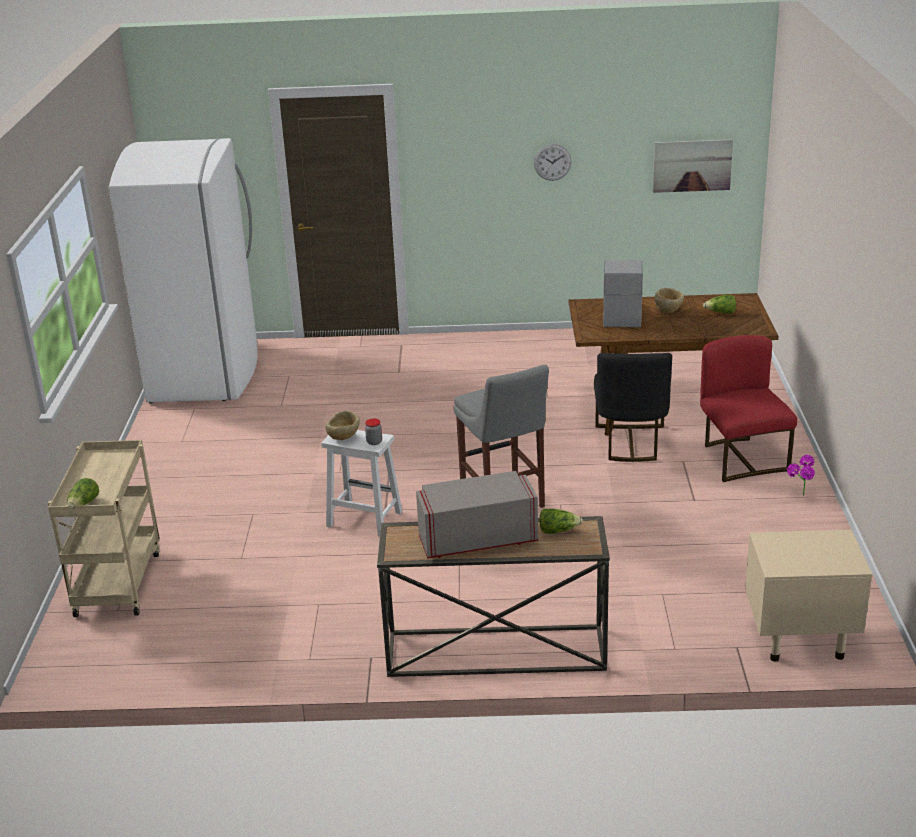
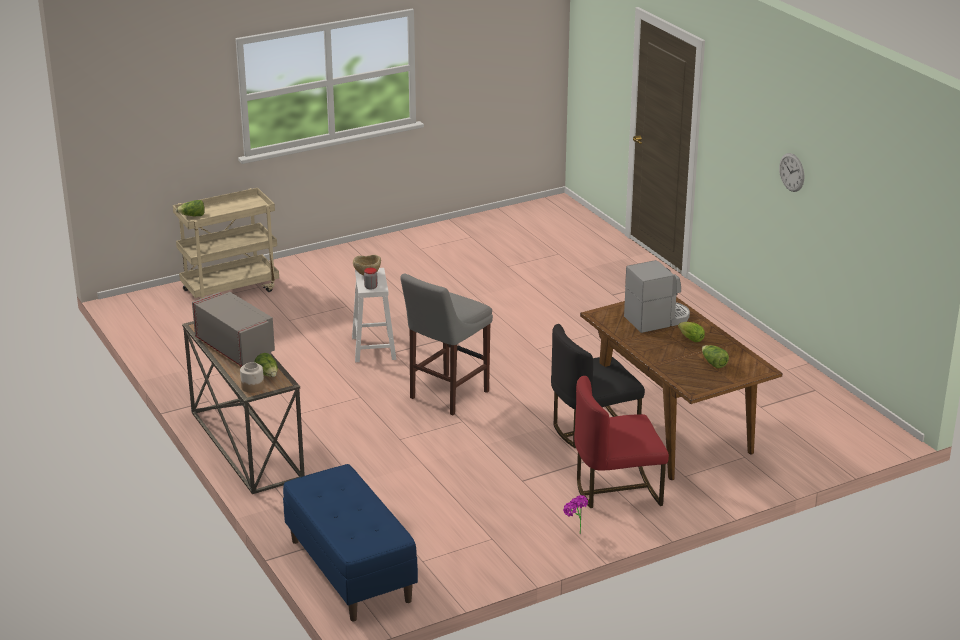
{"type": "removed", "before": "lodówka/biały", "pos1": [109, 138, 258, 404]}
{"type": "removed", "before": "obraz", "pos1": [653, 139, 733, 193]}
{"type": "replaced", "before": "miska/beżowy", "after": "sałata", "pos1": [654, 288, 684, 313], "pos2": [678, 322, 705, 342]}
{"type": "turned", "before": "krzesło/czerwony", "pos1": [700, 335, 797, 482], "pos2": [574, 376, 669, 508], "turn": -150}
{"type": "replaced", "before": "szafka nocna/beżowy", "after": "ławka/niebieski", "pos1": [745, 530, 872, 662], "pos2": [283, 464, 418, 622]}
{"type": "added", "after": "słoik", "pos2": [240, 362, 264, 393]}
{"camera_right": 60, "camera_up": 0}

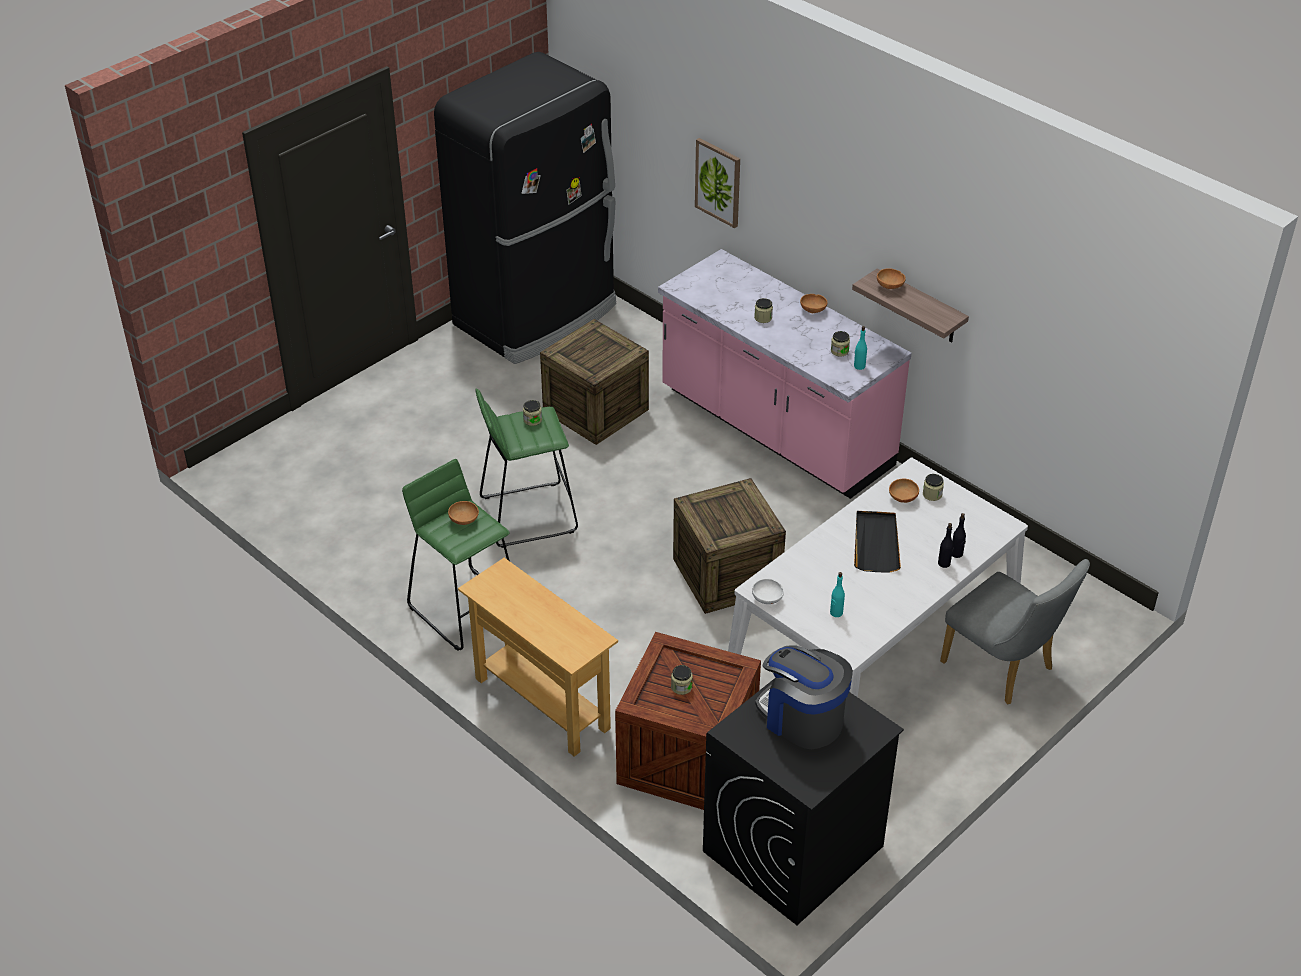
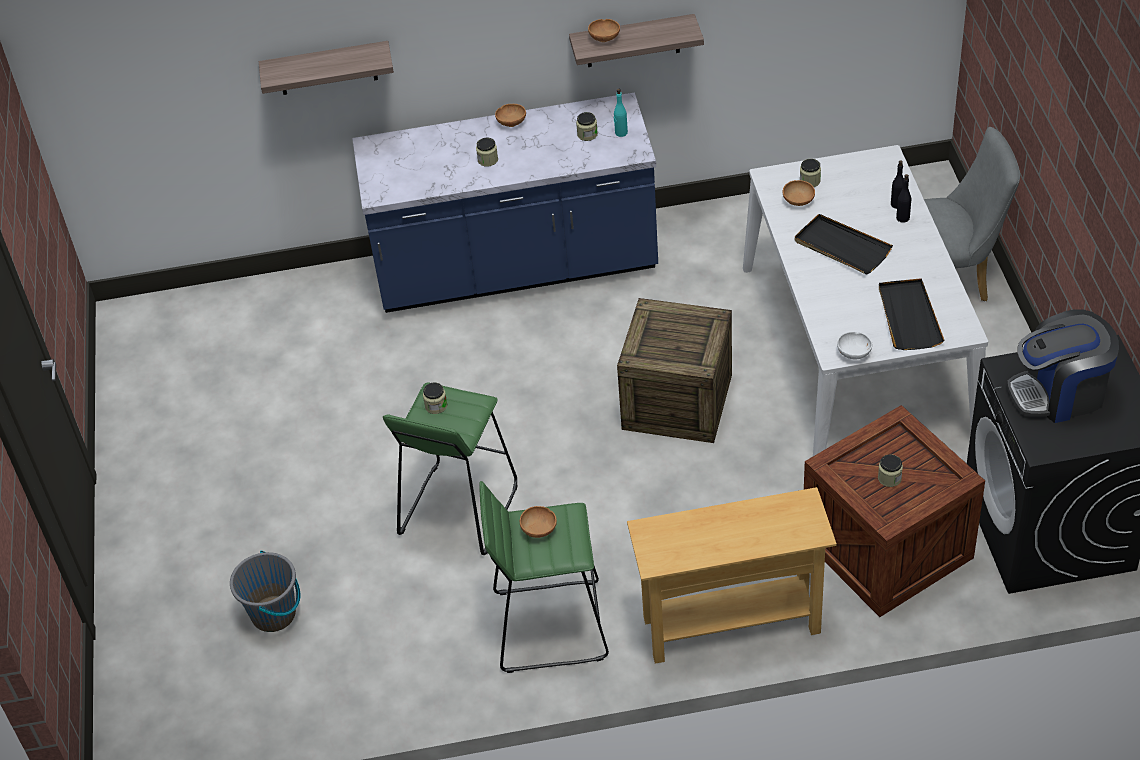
{"type": "removed", "before": "lodówka/czarny", "pos1": [434, 52, 616, 364]}
{"type": "removed", "before": "skrzynka", "pos1": [540, 319, 649, 445]}
{"type": "recoloured", "before": "zabudowa kuchenna/różowy", "after": "zabudowa kuchenna/niebieski", "pos1": [658, 249, 912, 499], "pos2": [352, 93, 658, 313]}
{"type": "replaced", "before": "obraz", "after": "półka", "pos1": [695, 138, 740, 228], "pos2": [259, 41, 394, 95]}
{"type": "replaced", "before": "butelka/turkusowy", "after": "taca/czarny", "pos1": [830, 572, 845, 617], "pos2": [879, 278, 944, 350]}
{"type": "added", "after": "wiadro/szary", "pos2": [230, 550, 300, 632]}
{"camera_right": -50, "camera_up": 5}

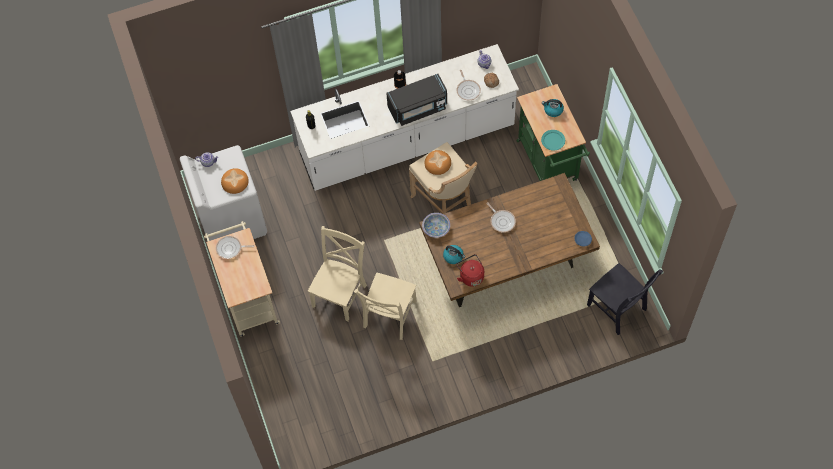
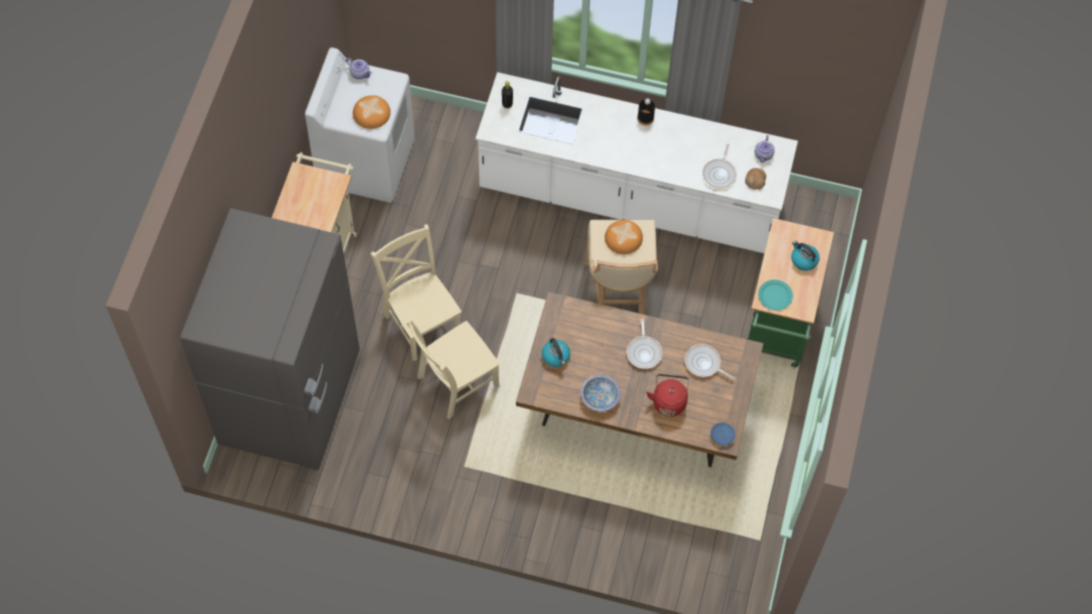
{"type": "moved", "before": "patelnia", "pos1": [216, 236, 255, 259], "pos2": [685, 344, 735, 380]}
{"type": "turned", "before": "krzesło/beżowy", "pos1": [308, 226, 367, 321], "pos2": [371, 224, 462, 361], "turn": -90}
{"type": "removed", "before": "mikrofalówka/czarny", "pos1": [386, 74, 447, 126]}
{"type": "moved", "before": "miska", "pos1": [422, 213, 450, 238], "pos2": [581, 375, 621, 411]}
{"type": "moved", "before": "czajnik/czerwony", "pos1": [456, 254, 484, 287], "pos2": [646, 374, 689, 417]}
{"type": "removed", "before": "krzesło/czarny", "pos1": [587, 263, 663, 335]}
{"type": "added", "after": "lodówka/szary", "pos2": [180, 208, 360, 470]}
{"camera_right": 30, "camera_up": 0}

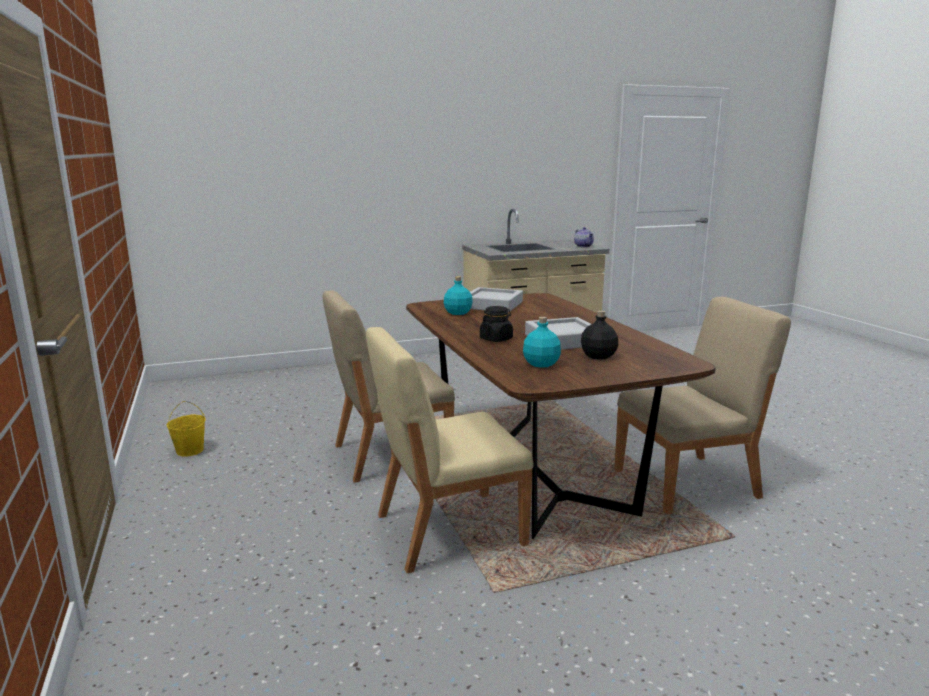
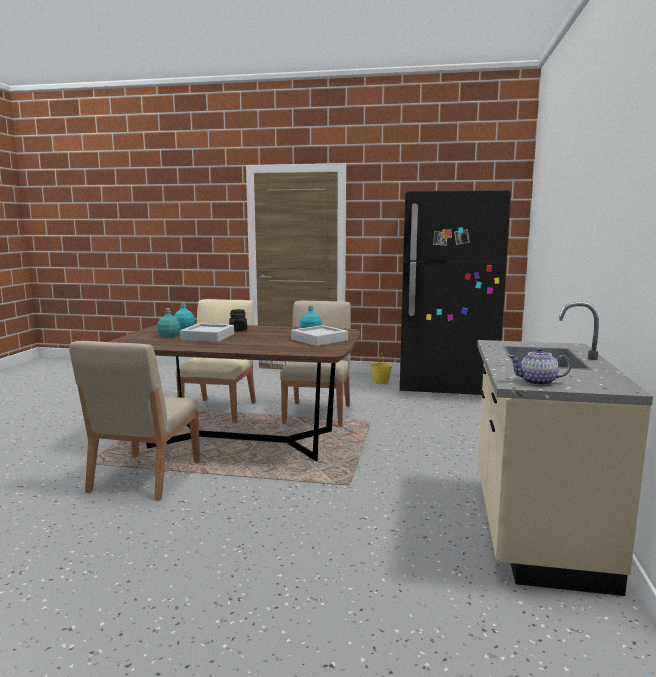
{"type": "recoloured", "before": "butelka/czarny", "after": "butelka/turkusowy", "pos1": [581, 311, 618, 360], "pos2": [157, 308, 181, 338]}
{"type": "added", "after": "lodówka/czarny", "pos2": [400, 190, 511, 395]}
{"camera_right": 120, "camera_up": -5}

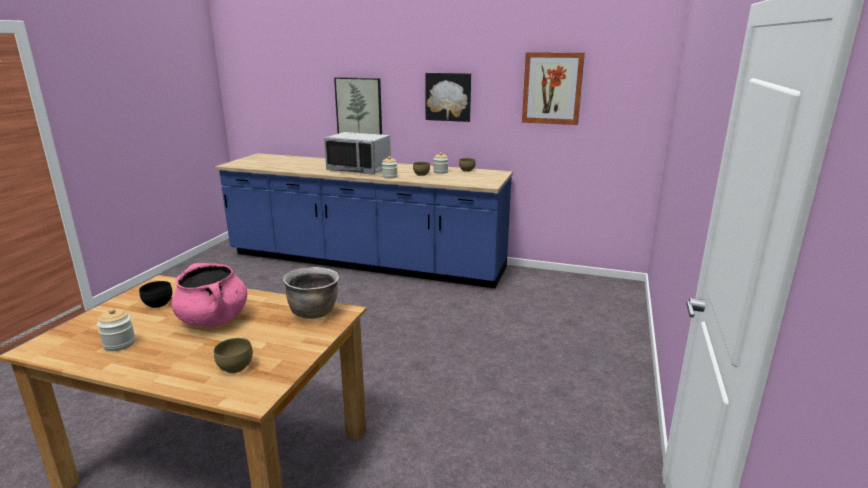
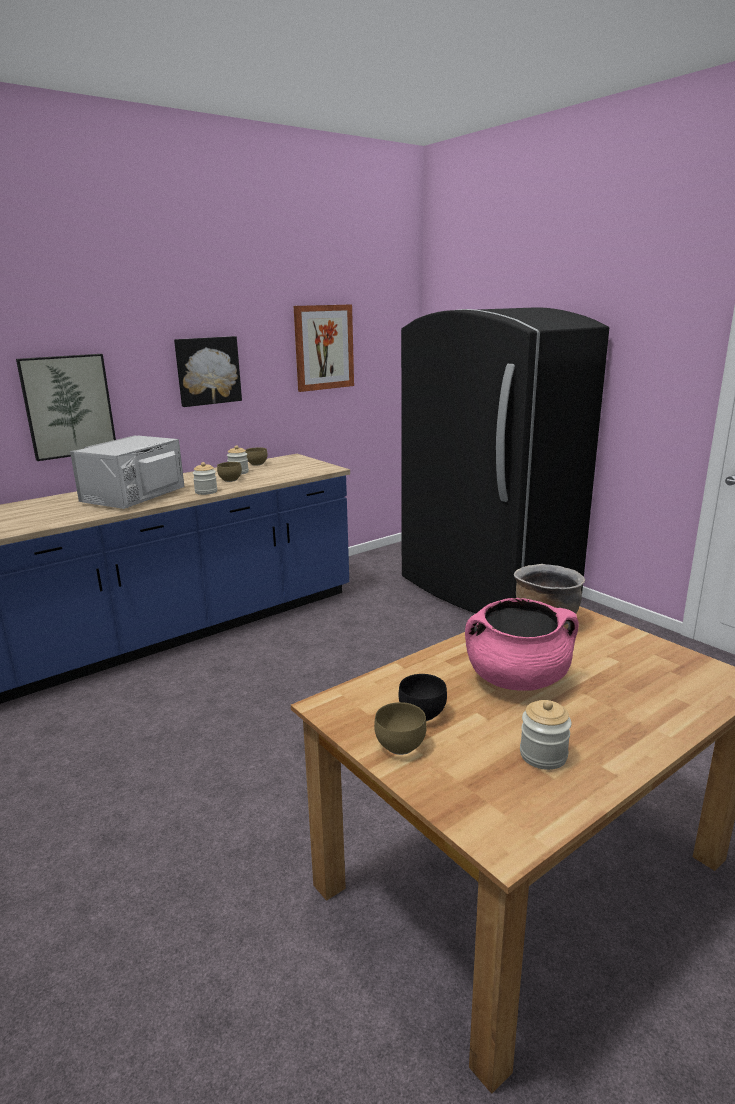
{"type": "moved", "before": "miska/brązowy", "pos1": [214, 338, 253, 373], "pos2": [374, 702, 427, 755]}
{"type": "turned", "before": "mikrofalówka/szary", "pos1": [324, 132, 391, 175], "pos2": [70, 435, 184, 509], "turn": 150}
{"type": "added", "after": "lodówka/czarny", "pos2": [401, 307, 609, 613]}
{"camera_right": -55, "camera_up": 0}

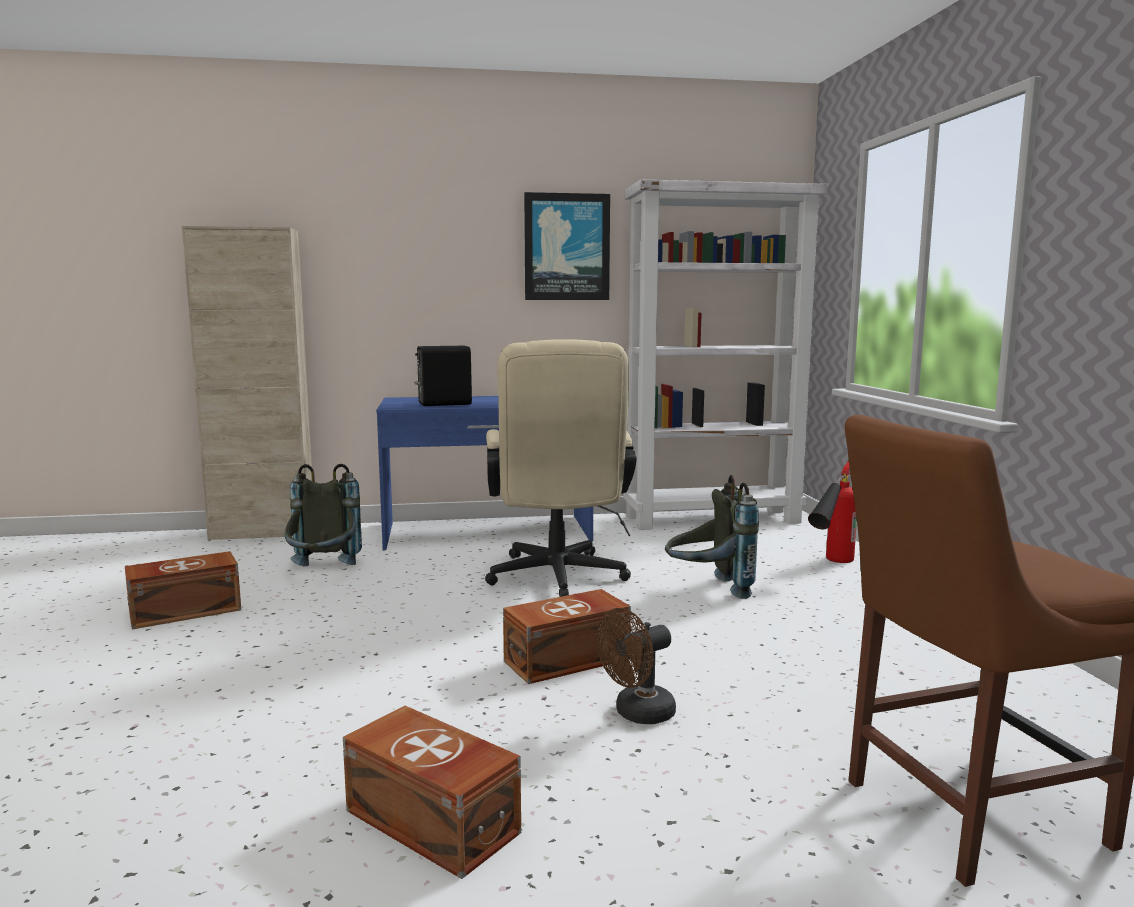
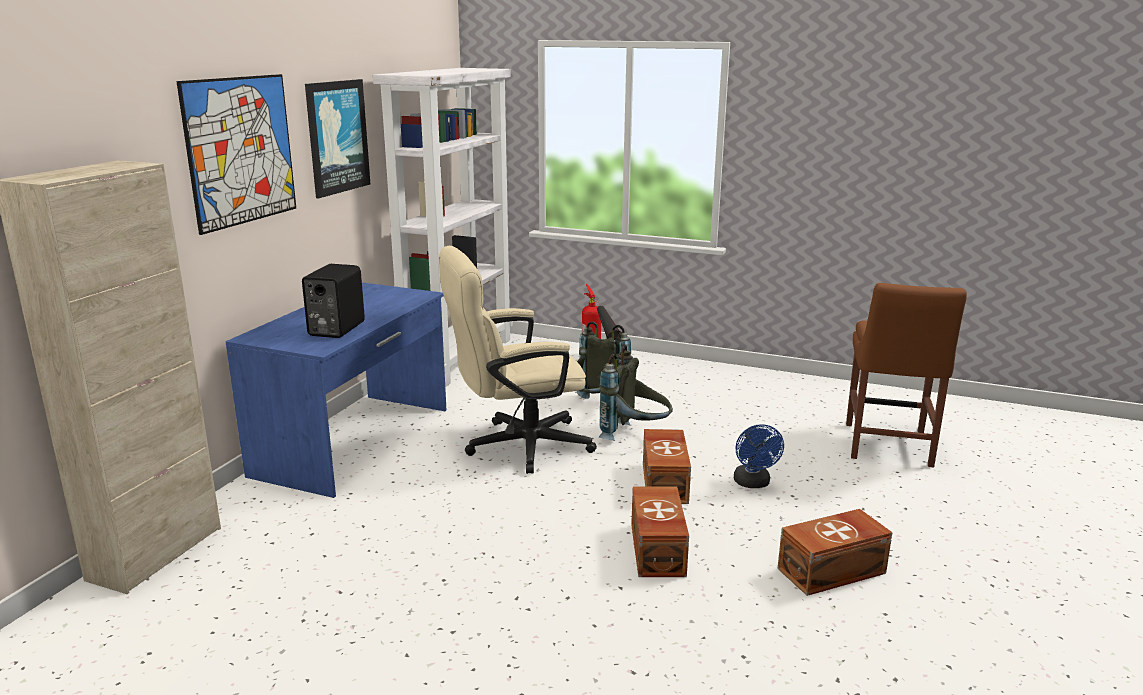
{"type": "moved", "before": "pojemnik do przechowywania/brązowy", "pos1": [125, 551, 241, 629], "pos2": [631, 486, 689, 577]}
{"type": "moved", "before": "plecak/szary", "pos1": [285, 464, 362, 566], "pos2": [598, 345, 673, 441]}
{"type": "turned", "before": "krzesło biurowe/beżowy", "pos1": [485, 339, 636, 597], "pos2": [439, 246, 597, 474], "turn": 135}
{"type": "recoloured", "before": "wentylator/brązowy", "after": "wentylator/niebieski", "pos1": [597, 608, 676, 724], "pos2": [734, 424, 784, 488]}
{"type": "added", "after": "obraz", "pos2": [176, 74, 296, 235]}
{"camera_right": -60, "camera_up": 10}

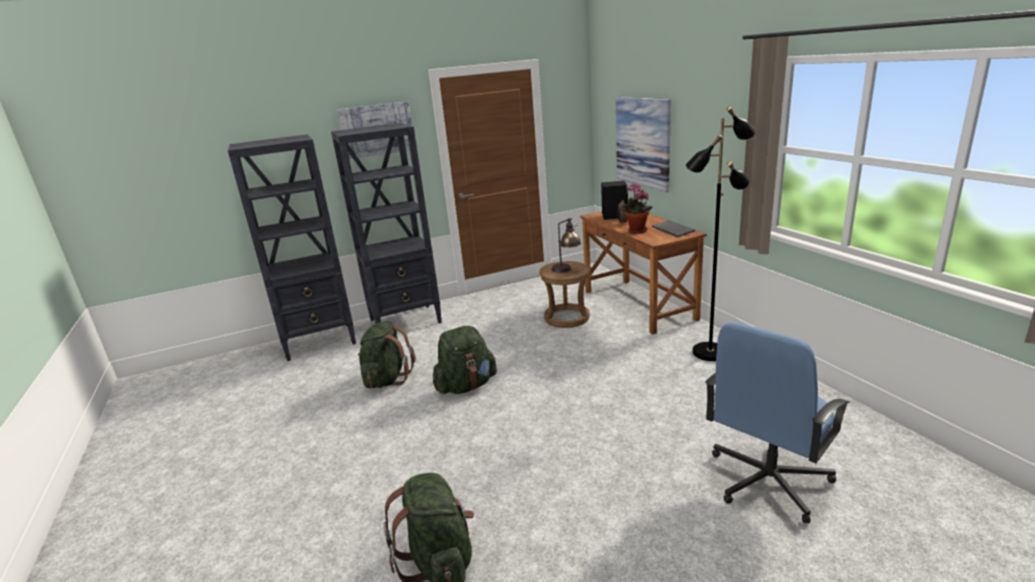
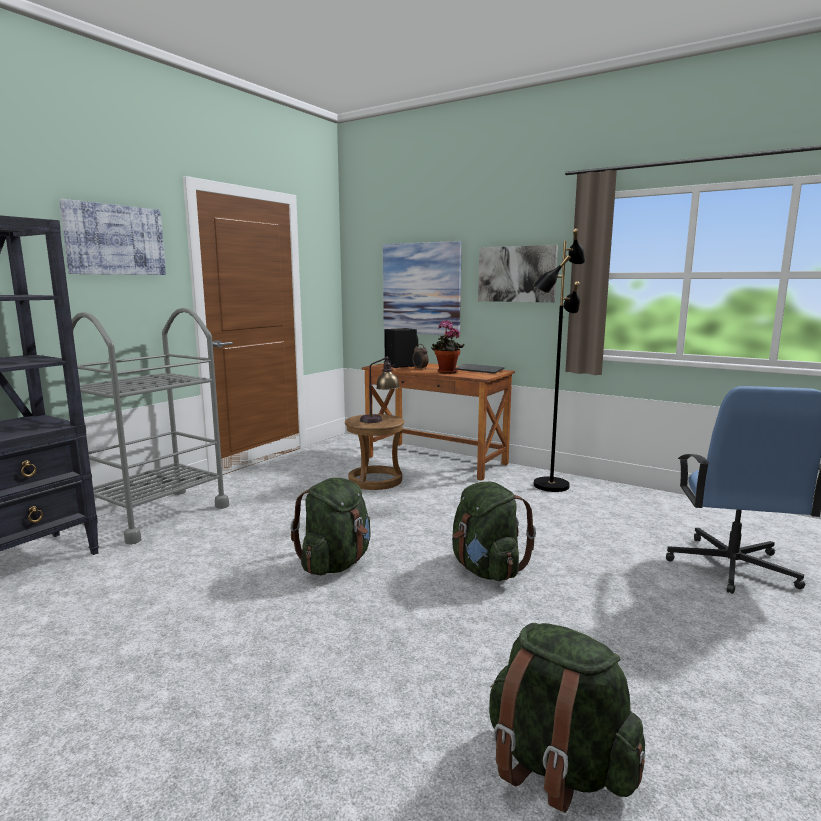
{"type": "replaced", "before": "regał/czarny", "after": "wózek/szary", "pos1": [331, 123, 442, 323], "pos2": [72, 308, 229, 545]}
{"type": "moved", "before": "plecak/zielony", "pos1": [358, 321, 416, 388], "pos2": [452, 482, 536, 581]}
{"type": "added", "after": "obraz", "pos2": [478, 245, 558, 303]}
{"camera_right": -35, "camera_up": -10}

